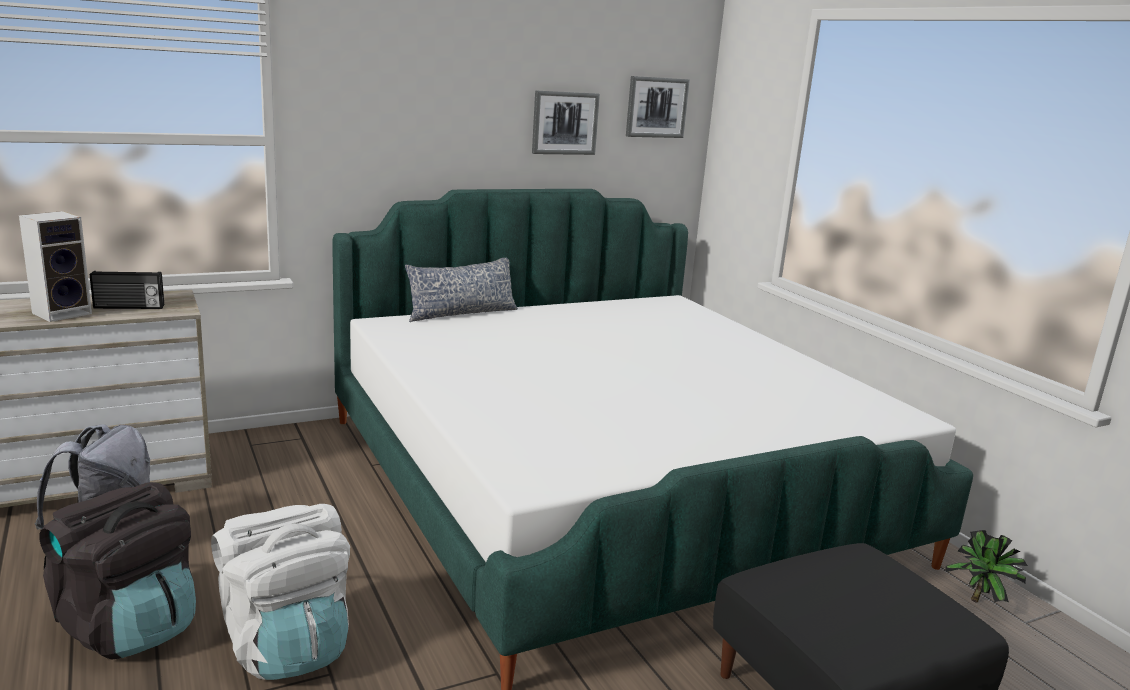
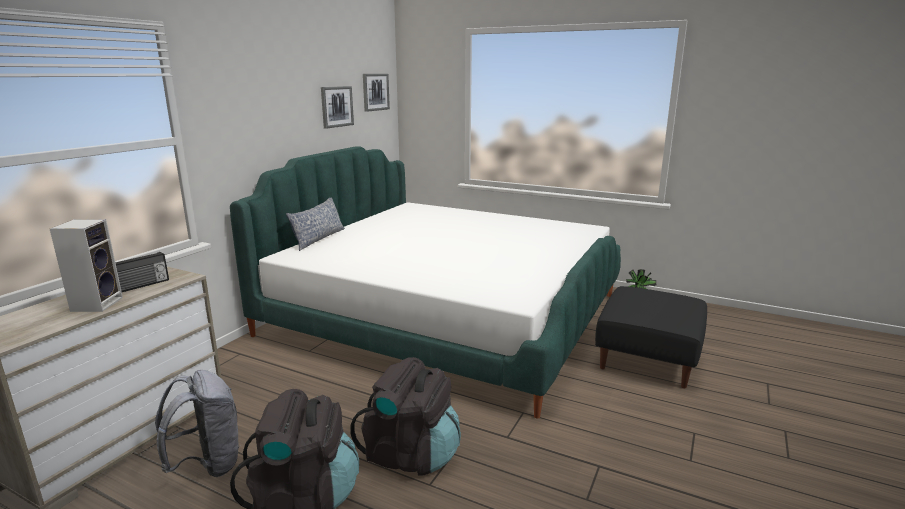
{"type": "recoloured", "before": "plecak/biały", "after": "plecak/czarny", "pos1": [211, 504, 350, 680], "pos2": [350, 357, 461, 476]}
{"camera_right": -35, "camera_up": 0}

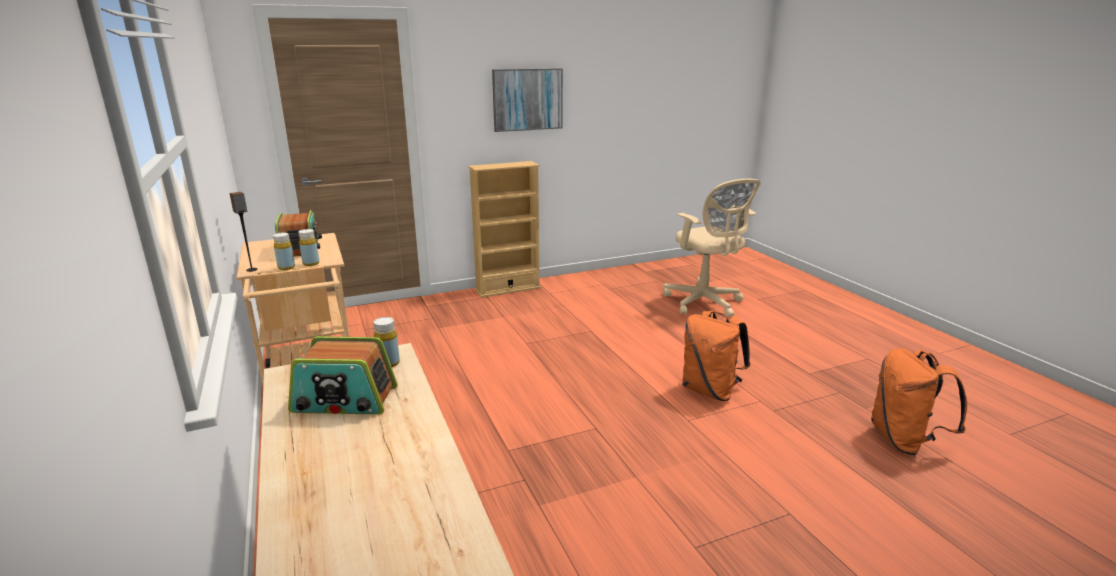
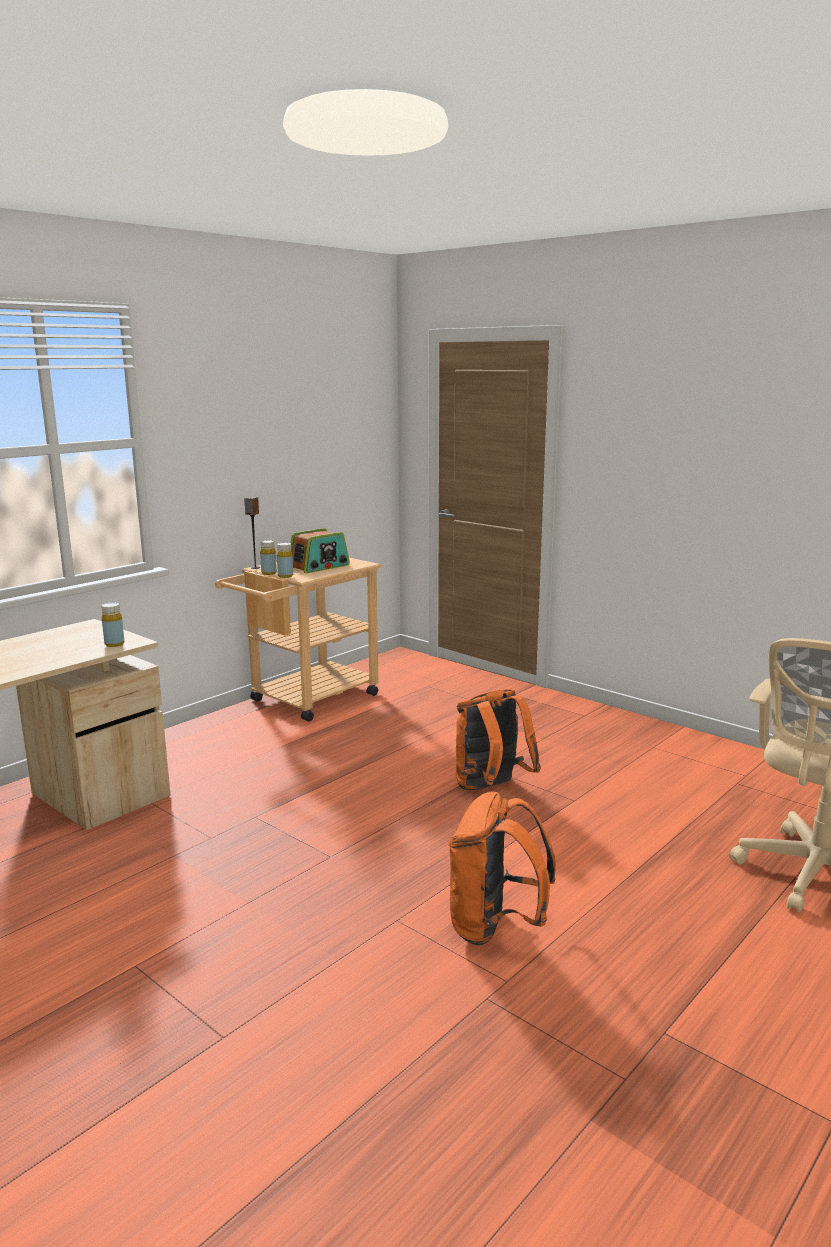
{"type": "removed", "before": "radio", "pos1": [288, 336, 398, 415]}
{"type": "removed", "before": "regał/beżowy", "pos1": [468, 161, 541, 298]}
{"type": "removed", "before": "obraz", "pos1": [492, 68, 563, 132]}
{"type": "moved", "before": "plecak/pomarańczowy", "pos1": [871, 348, 967, 455], "pos2": [456, 689, 541, 791]}
{"camera_right": 65, "camera_up": -5}

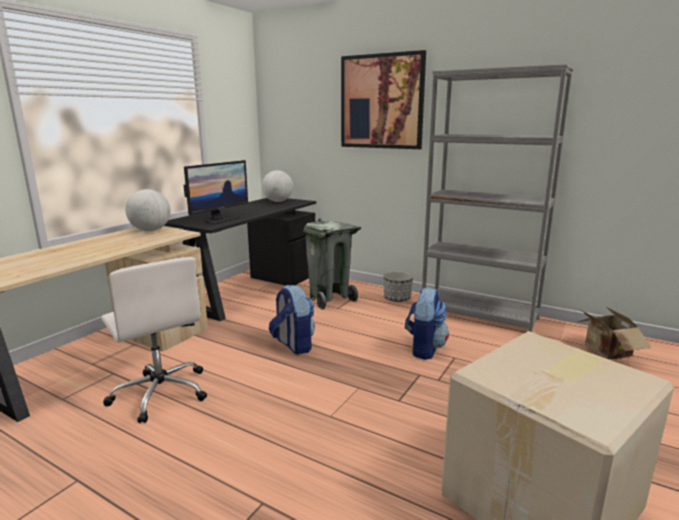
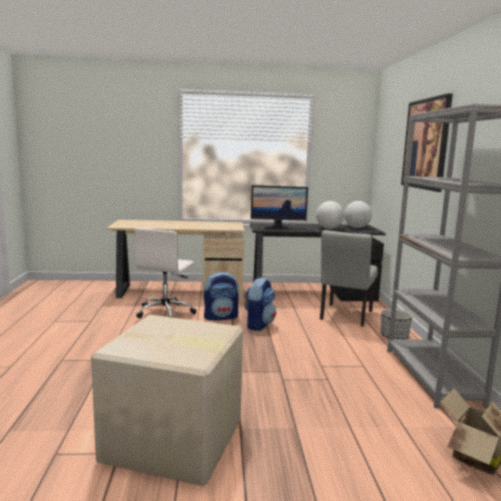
{"type": "moved", "before": "globus", "pos1": [125, 189, 171, 231], "pos2": [316, 201, 344, 229]}
{"type": "replaced", "before": "kosz na śmieci/szary", "after": "krzesło/szary", "pos1": [304, 218, 361, 310], "pos2": [320, 230, 378, 326]}
{"type": "moved", "before": "plecak", "pos1": [405, 287, 449, 360], "pos2": [204, 272, 239, 321]}
{"camera_right": 55, "camera_up": -5}

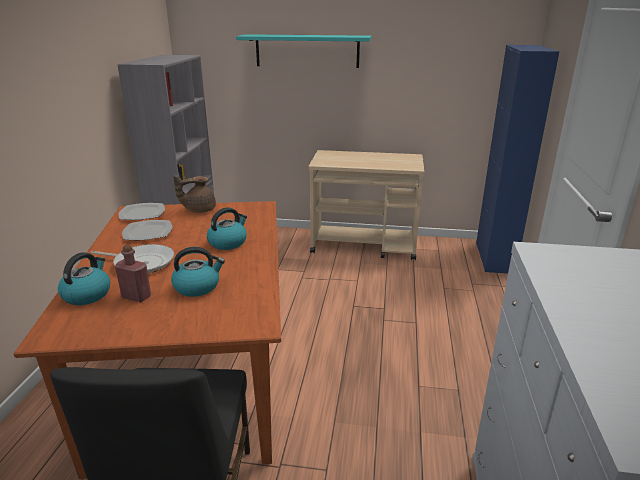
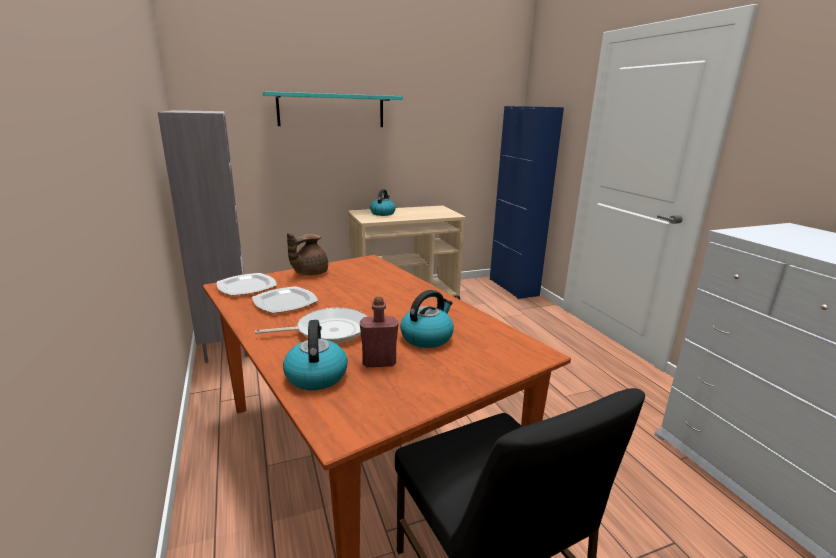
{"type": "moved", "before": "czajnik", "pos1": [207, 207, 247, 250], "pos2": [370, 189, 396, 216]}
{"camera_right": -30, "camera_up": -5}

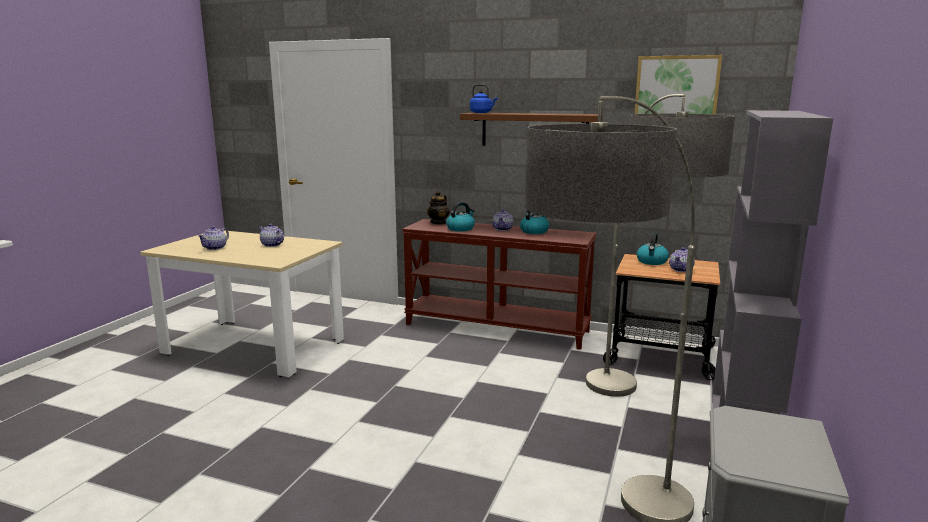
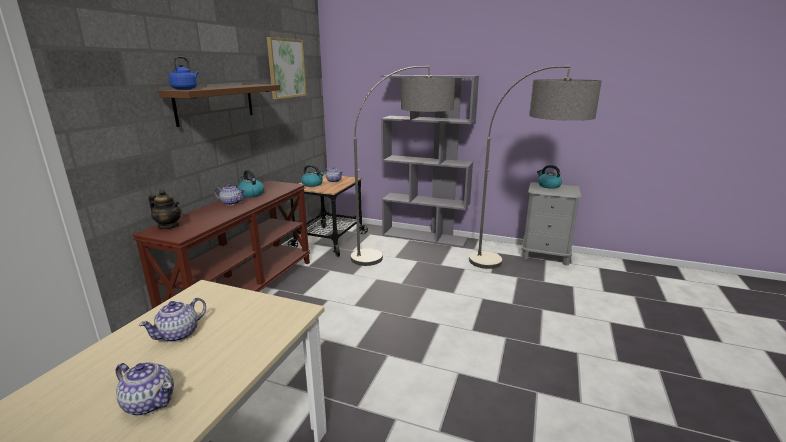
{"type": "moved", "before": "czajnik", "pos1": [446, 202, 475, 232], "pos2": [537, 165, 562, 189]}
{"camera_right": -90, "camera_up": 5}

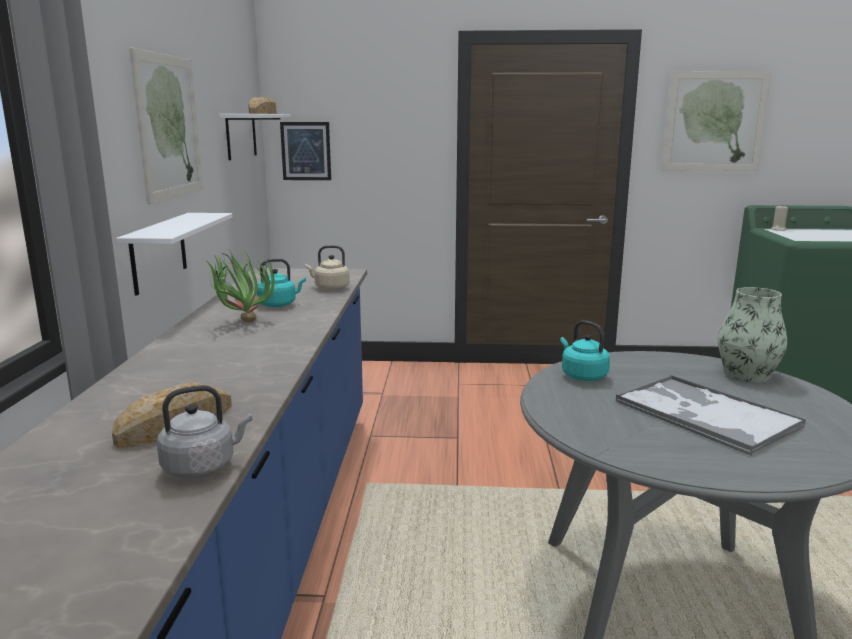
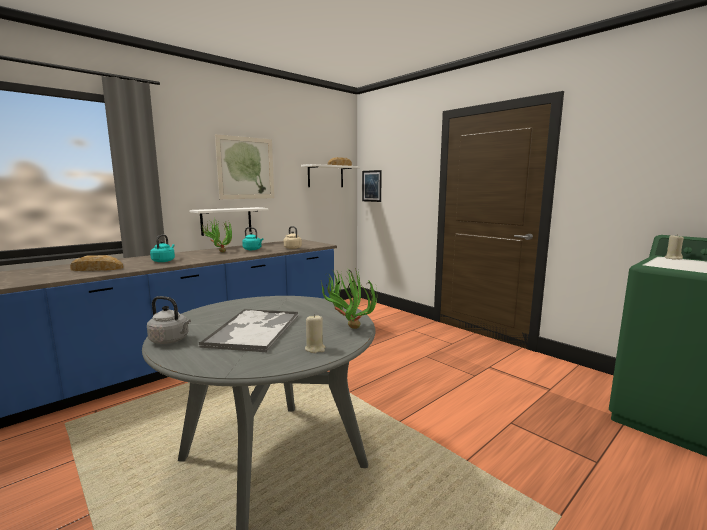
{"type": "moved", "before": "czajnik/szary", "pos1": [157, 385, 252, 478], "pos2": [147, 296, 191, 344]}
{"type": "moved", "before": "czajnik/turkusowy", "pos1": [560, 320, 610, 381], "pos2": [150, 235, 175, 262]}
{"type": "removed", "before": "obraz", "pos1": [662, 71, 771, 171]}
{"type": "replaced", "before": "wazon", "after": "roślina doniczkowa", "pos1": [718, 287, 787, 382], "pos2": [321, 267, 377, 329]}
{"type": "added", "after": "świeca/beżowy", "pos2": [305, 314, 325, 353]}
{"camera_right": 45, "camera_up": -5}

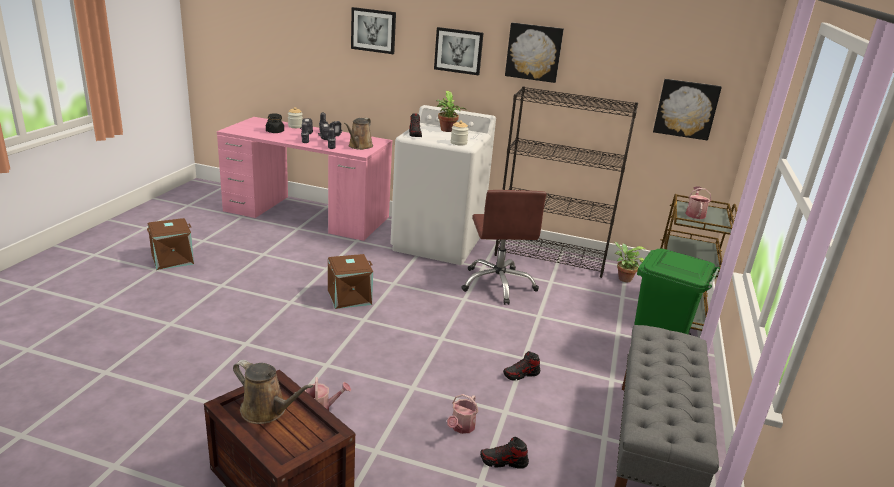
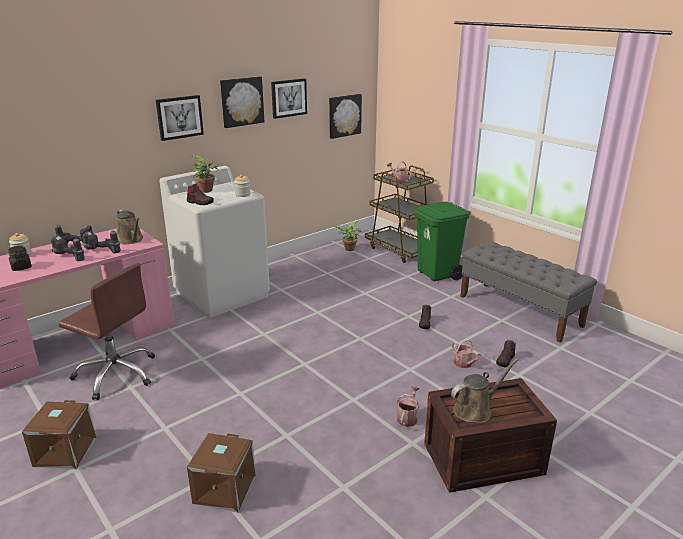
{"type": "moved", "before": "pojemnik do przechowywania/brązowy", "pos1": [328, 254, 373, 309], "pos2": [187, 433, 256, 513]}
{"type": "moved", "before": "obraz", "pos1": [351, 7, 396, 54], "pos2": [271, 78, 307, 119]}
{"type": "moved", "before": "krzesło biurowe/brązowy", "pos1": [461, 190, 547, 305], "pos2": [58, 263, 155, 400]}
{"type": "removed", "before": "regał/czarny", "pos1": [494, 87, 638, 278]}
{"camera_right": -55, "camera_up": 0}

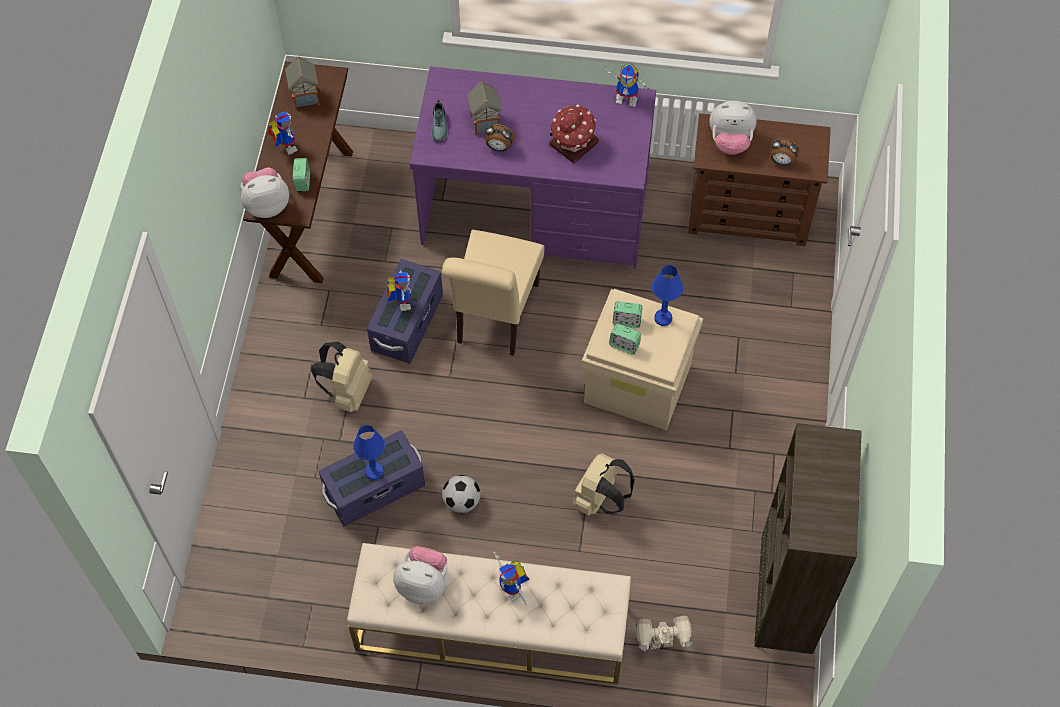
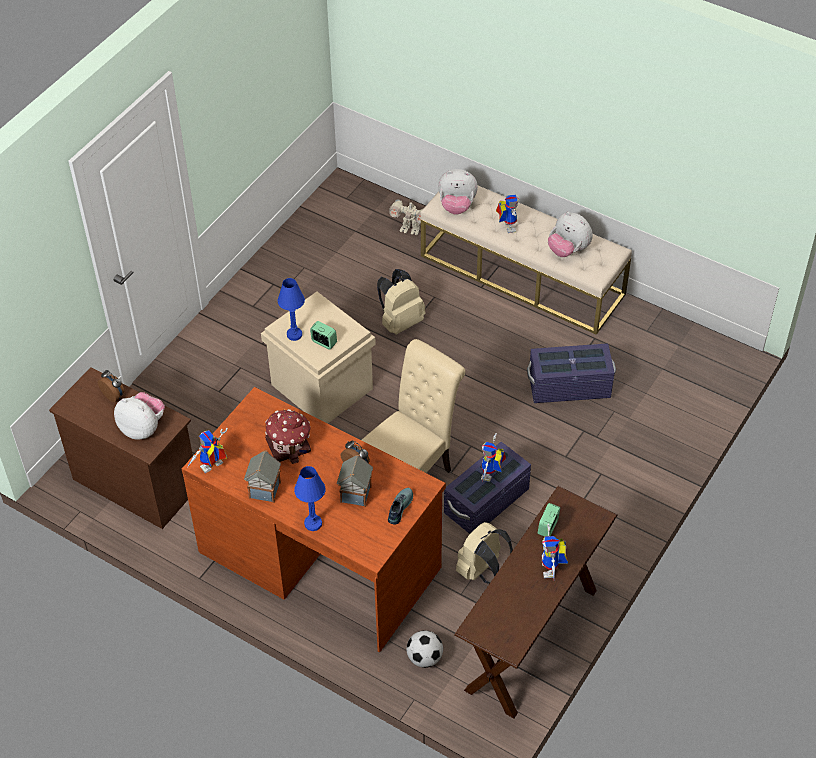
{"type": "moved", "before": "pluszak", "pos1": [241, 167, 289, 218], "pos2": [438, 169, 478, 214]}
{"type": "moved", "before": "domek", "pos1": [285, 57, 320, 109], "pos2": [244, 450, 281, 503]}
{"type": "moved", "before": "plecak/beżowy", "pos1": [311, 342, 372, 412], "pos2": [456, 522, 513, 584]}
{"type": "moved", "before": "lampa stołowa/niebieski", "pos1": [353, 425, 385, 480], "pos2": [294, 466, 326, 531]}
{"type": "recoloured", "before": "biurko/fioletowy", "after": "biurko/brązowy", "pos1": [410, 66, 656, 269], "pos2": [182, 387, 446, 652]}
{"type": "moved", "before": "piłka futbolowa", "pos1": [442, 475, 480, 513], "pos2": [407, 630, 443, 668]}
{"type": "turned", "before": "robot zabawkowy", "pos1": [605, 63, 653, 107], "pos2": [188, 428, 228, 473], "turn": -75}
{"type": "removed", "before": "budzik", "pos1": [609, 324, 641, 355]}
{"type": "removed", "before": "regał/brązowy", "pos1": [755, 423, 861, 654]}
{"camera_right": -155, "camera_up": -10}

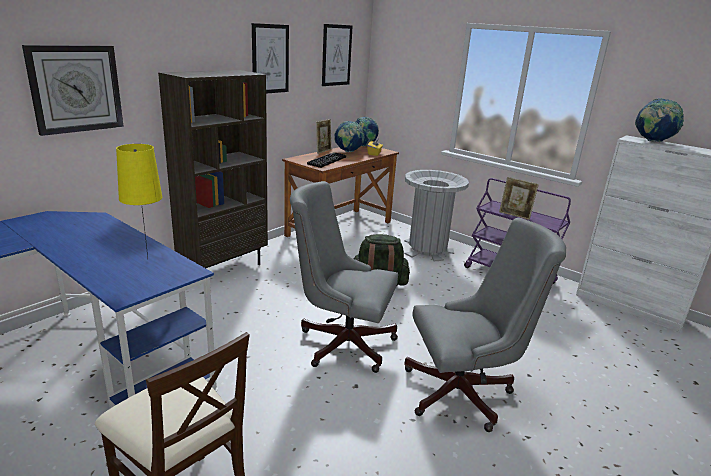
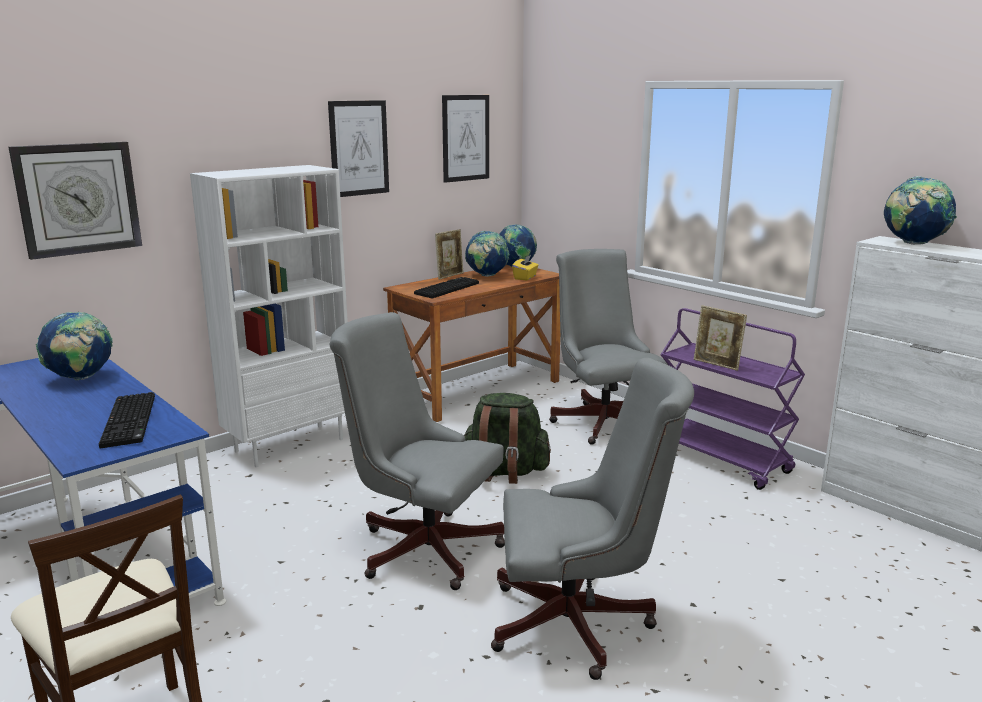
{"type": "replaced", "before": "lampa stołowa/żółty", "after": "klawiatura", "pos1": [116, 144, 162, 257], "pos2": [99, 392, 155, 449]}
{"type": "recoloured", "before": "regał/brązowy", "after": "regał/biały", "pos1": [158, 70, 268, 268], "pos2": [190, 165, 348, 467]}
{"type": "replaced", "before": "kosz na śmieci/szary", "after": "krzesło biurowe/szary", "pos1": [404, 170, 469, 261], "pos2": [549, 249, 668, 445]}
{"type": "added", "after": "globus", "pos2": [36, 312, 113, 380]}
{"camera_right": 10, "camera_up": -5}

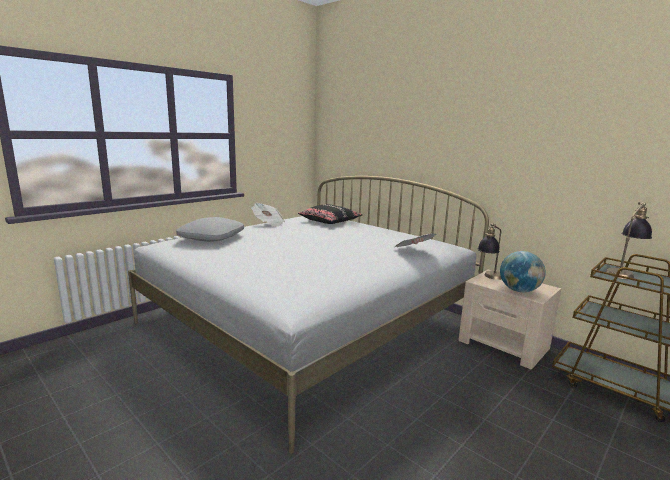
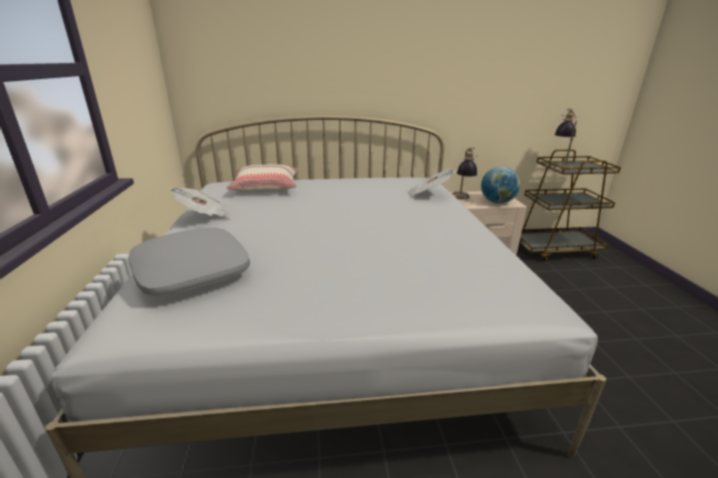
{"type": "recoloured", "before": "poduszka/czarny", "after": "poduszka/beżowy", "pos1": [298, 204, 362, 224], "pos2": [227, 165, 298, 193]}
{"camera_right": -50, "camera_up": 10}

